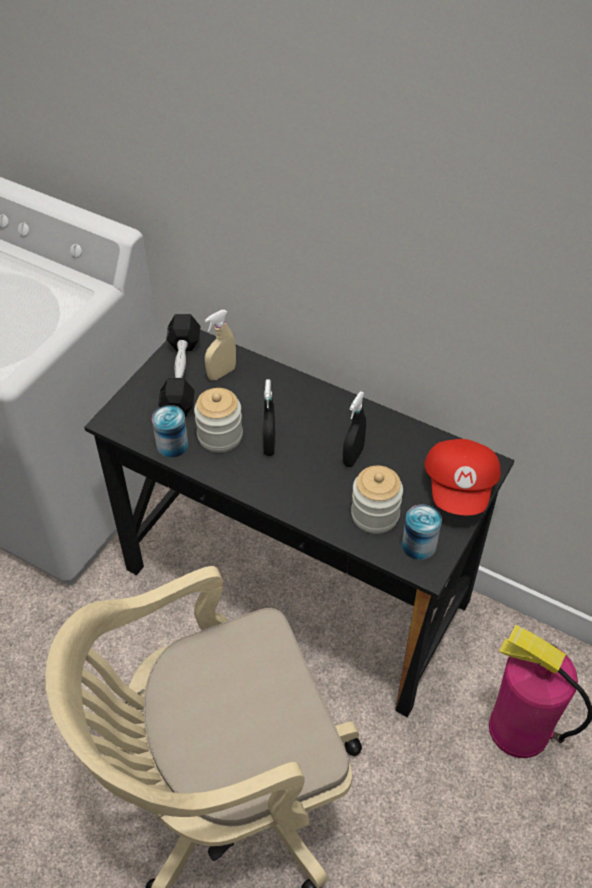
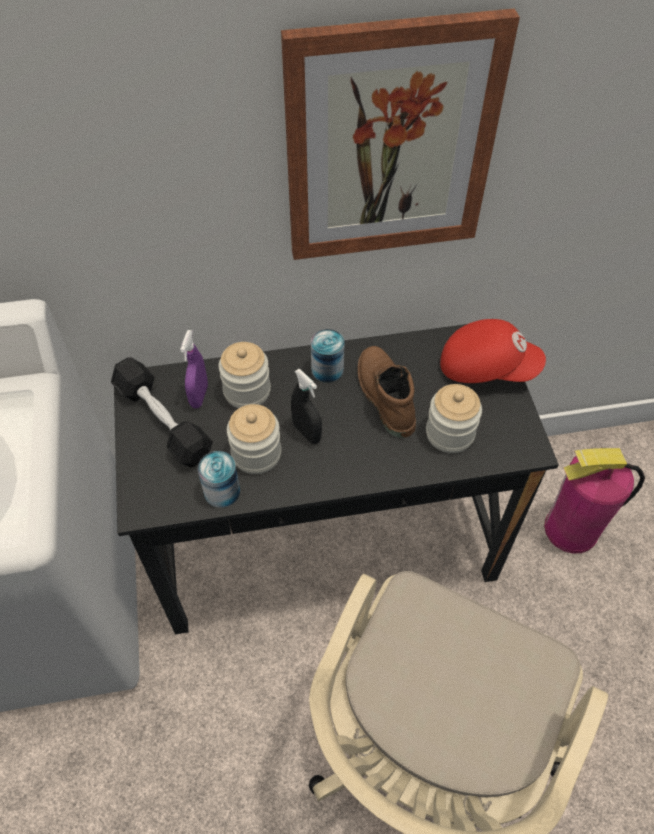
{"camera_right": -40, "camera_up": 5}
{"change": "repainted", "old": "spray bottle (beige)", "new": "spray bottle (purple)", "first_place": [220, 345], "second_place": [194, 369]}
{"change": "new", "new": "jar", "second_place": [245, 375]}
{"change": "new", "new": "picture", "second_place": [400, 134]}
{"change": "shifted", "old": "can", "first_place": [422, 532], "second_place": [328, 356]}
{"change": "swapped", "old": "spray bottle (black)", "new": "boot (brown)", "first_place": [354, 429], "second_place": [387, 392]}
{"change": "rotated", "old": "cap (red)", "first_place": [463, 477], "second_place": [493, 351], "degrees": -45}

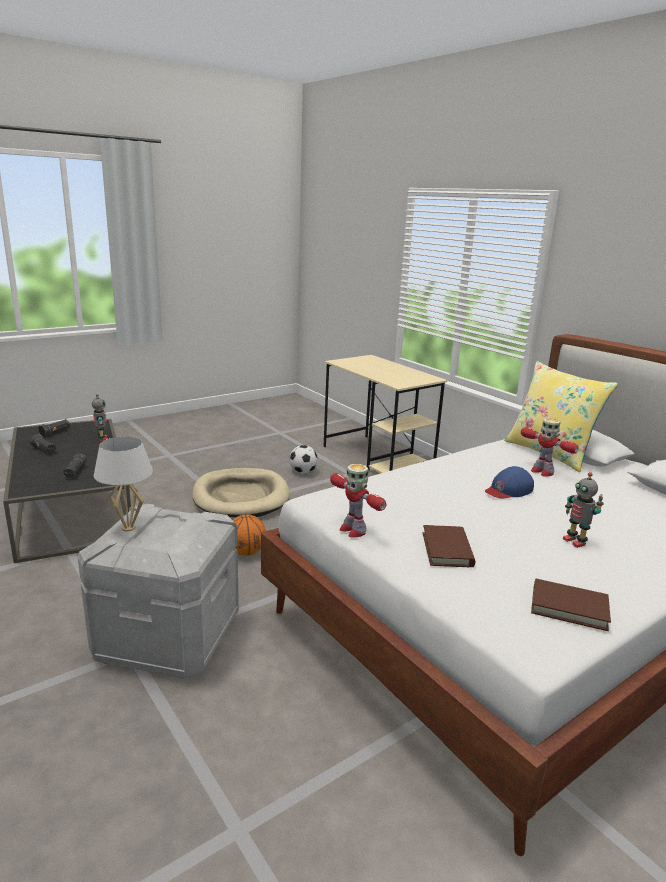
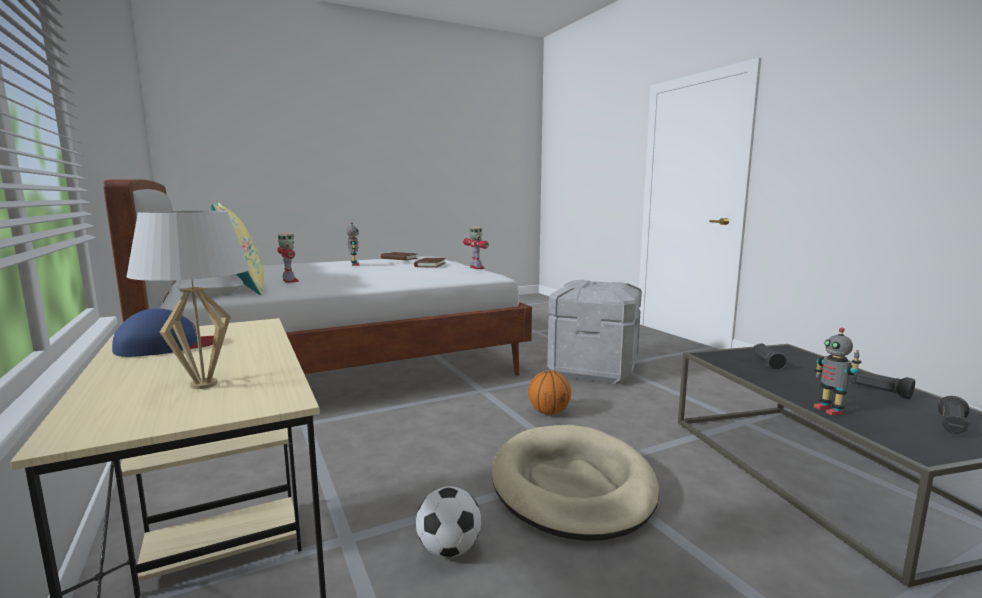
{"camera_right": -170, "camera_up": -10}
{"change": "shifted", "old": "cap (blue)", "first_place": [509, 482], "second_place": [163, 332]}
{"change": "shifted", "old": "table lamp (white)", "first_place": [123, 483], "second_place": [188, 300]}

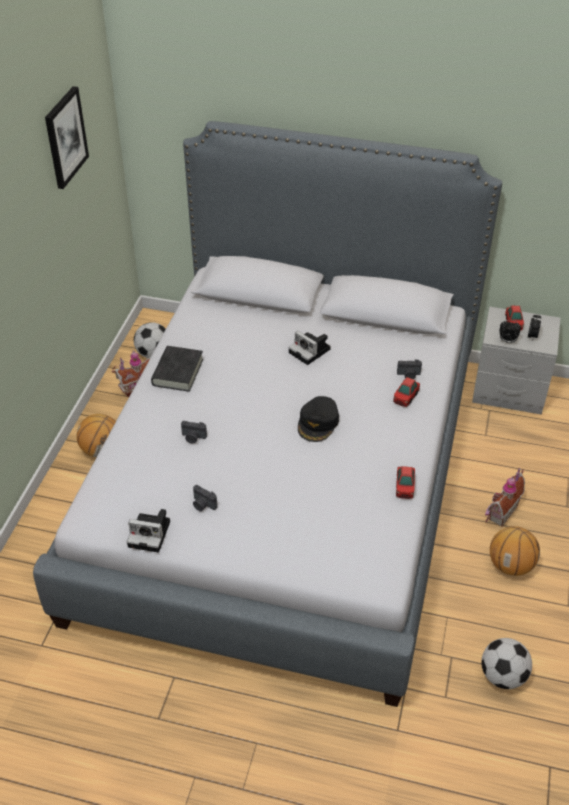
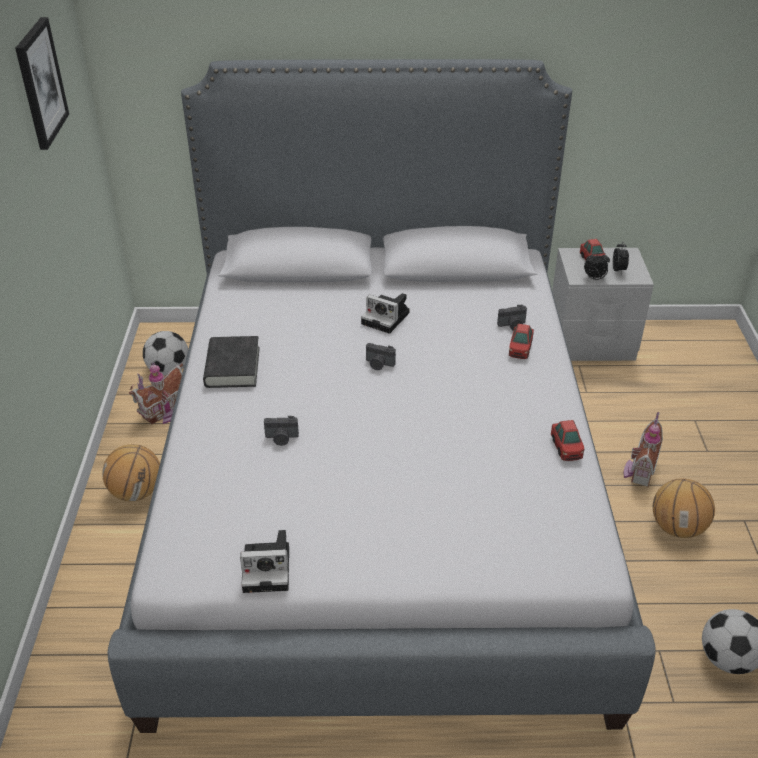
{"camera_right": -15, "camera_up": -5}
{"change": "shifted", "old": "photo camera", "first_place": [205, 498], "second_place": [381, 356]}
{"change": "gone", "old": "cap (black)", "first_place": [318, 419]}

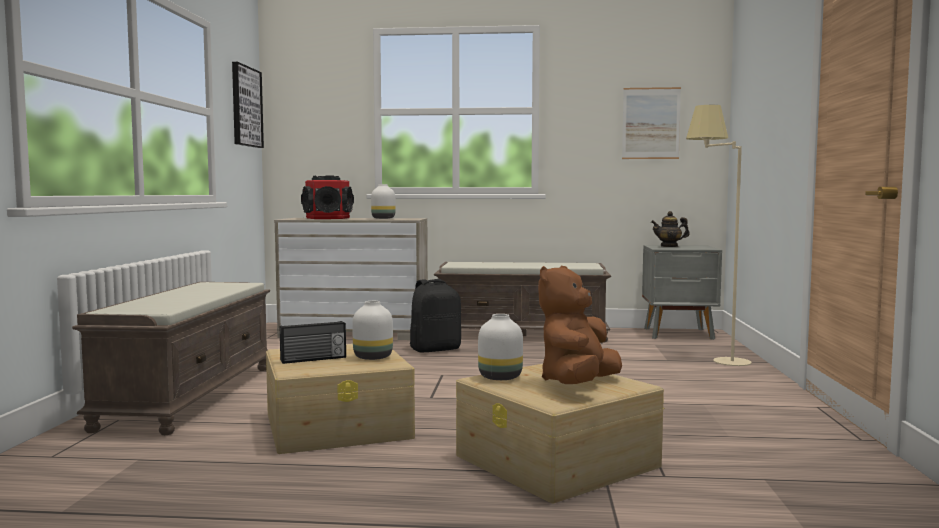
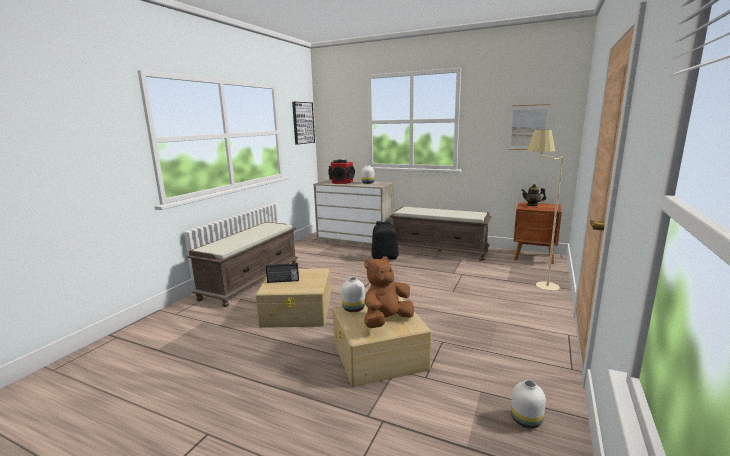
{"camera_right": 20, "camera_up": 10}
{"change": "shifted", "old": "vase (white)", "first_place": [372, 330], "second_place": [528, 404]}
{"change": "repainted", "old": "nightstand (grey)", "new": "nightstand (brown)", "first_place": [682, 292], "second_place": [538, 233]}

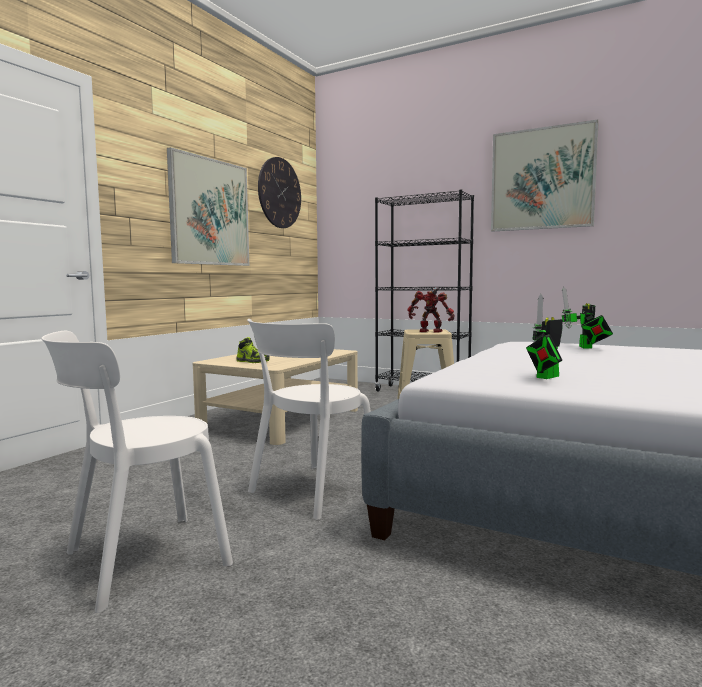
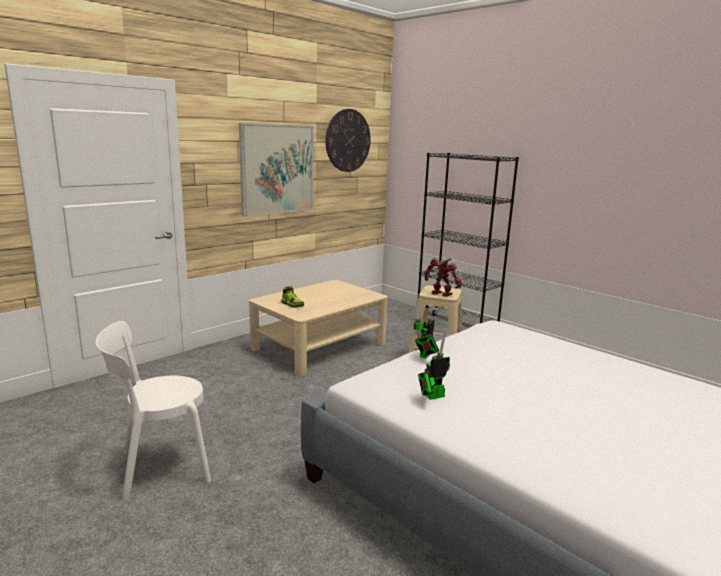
{"camera_right": 15, "camera_up": 10}
{"change": "shifted", "old": "toy robot", "first_place": [587, 317], "second_place": [426, 329]}
{"change": "gone", "old": "chair (white)", "first_place": [309, 419]}
{"change": "gone", "old": "picture", "first_place": [545, 176]}

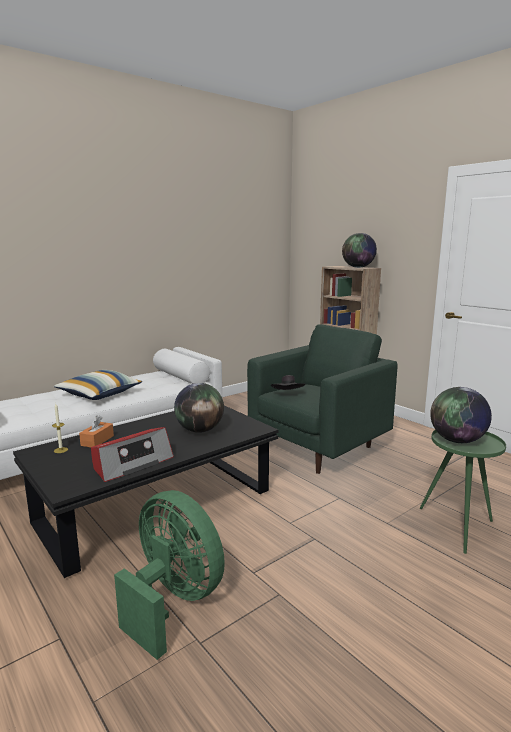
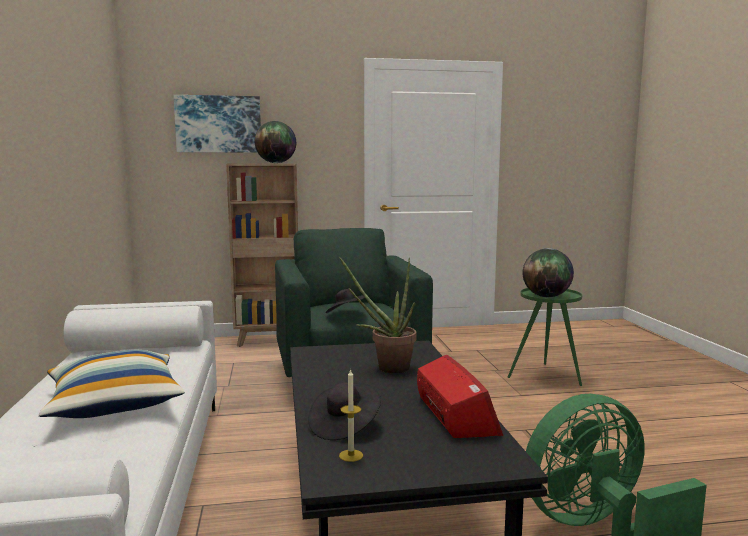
{"camera_right": -60, "camera_up": -5}
{"change": "new", "new": "picture", "second_place": [217, 124]}
{"change": "swapped", "old": "tissue box (orange)", "new": "hat (black)", "first_place": [96, 431], "second_place": [344, 411]}
{"change": "swapped", "old": "globe", "new": "potted plant", "first_place": [199, 408], "second_place": [378, 315]}

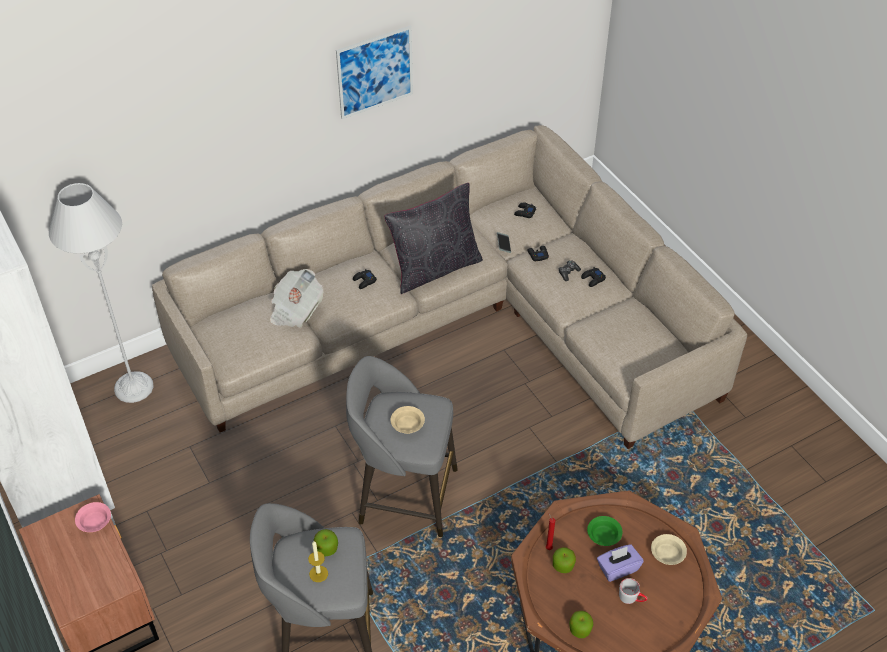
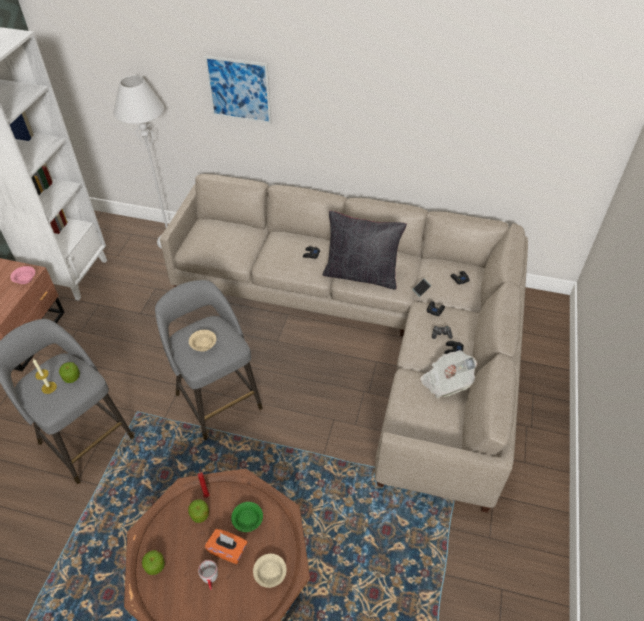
{"camera_right": 45, "camera_up": 0}
{"change": "shifted", "old": "picture", "first_place": [374, 72], "second_place": [238, 90]}
{"change": "repainted", "old": "tissue box (purple)", "new": "tissue box (orange)", "first_place": [620, 563], "second_place": [226, 546]}
{"change": "shifted", "old": "newspaper", "first_place": [297, 298], "second_place": [448, 374]}

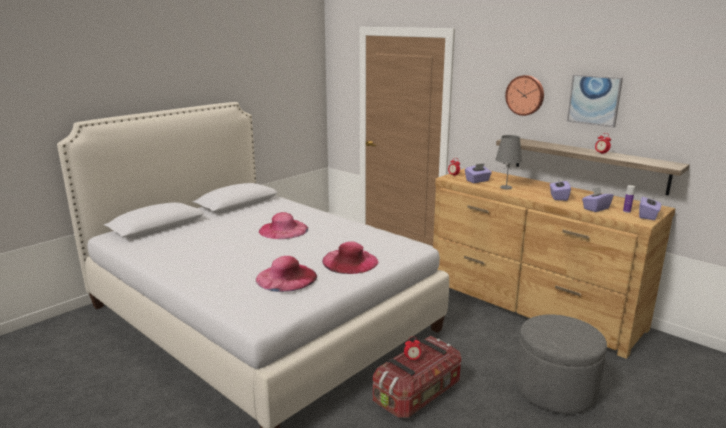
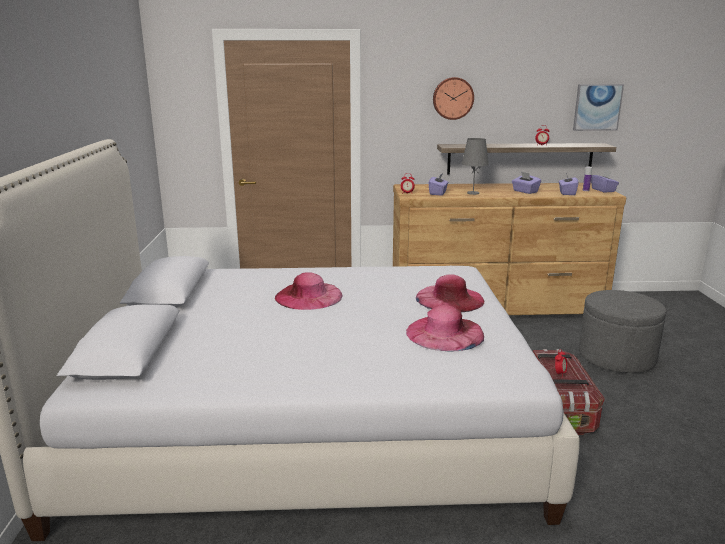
{"camera_right": -45, "camera_up": 0}
{"change": "shifted", "old": "picture", "first_place": [595, 100], "second_place": [598, 107]}

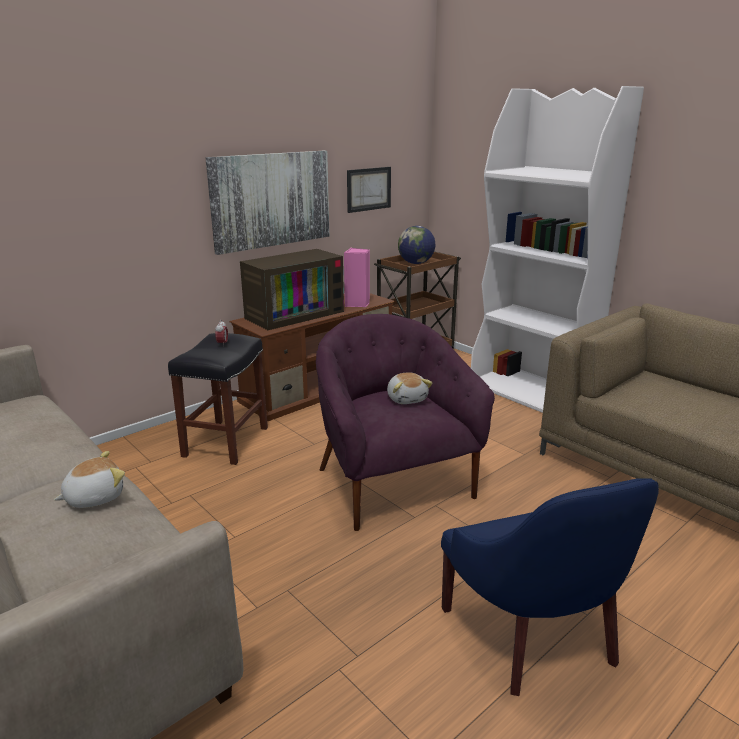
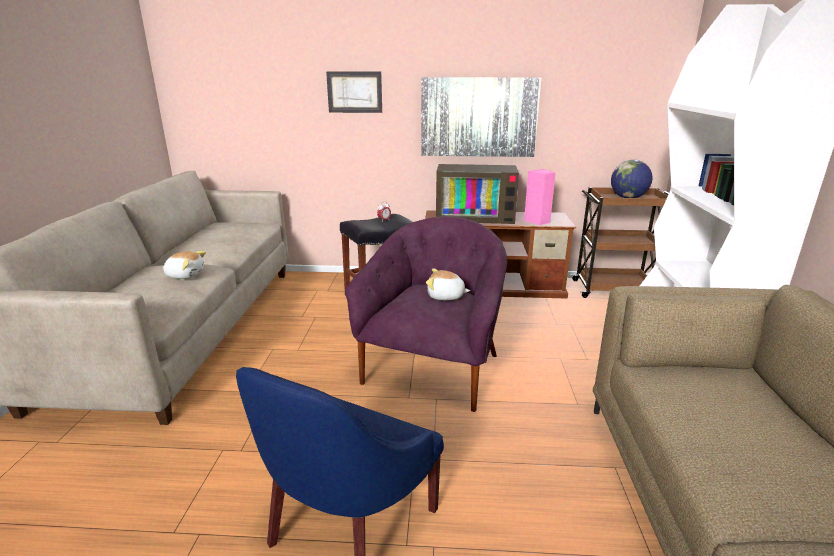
{"camera_right": 45, "camera_up": 0}
{"change": "shifted", "old": "picture", "first_place": [369, 190], "second_place": [354, 92]}
{"change": "rotated", "old": "plush toy", "first_place": [410, 388], "second_place": [448, 284], "degrees": 75}

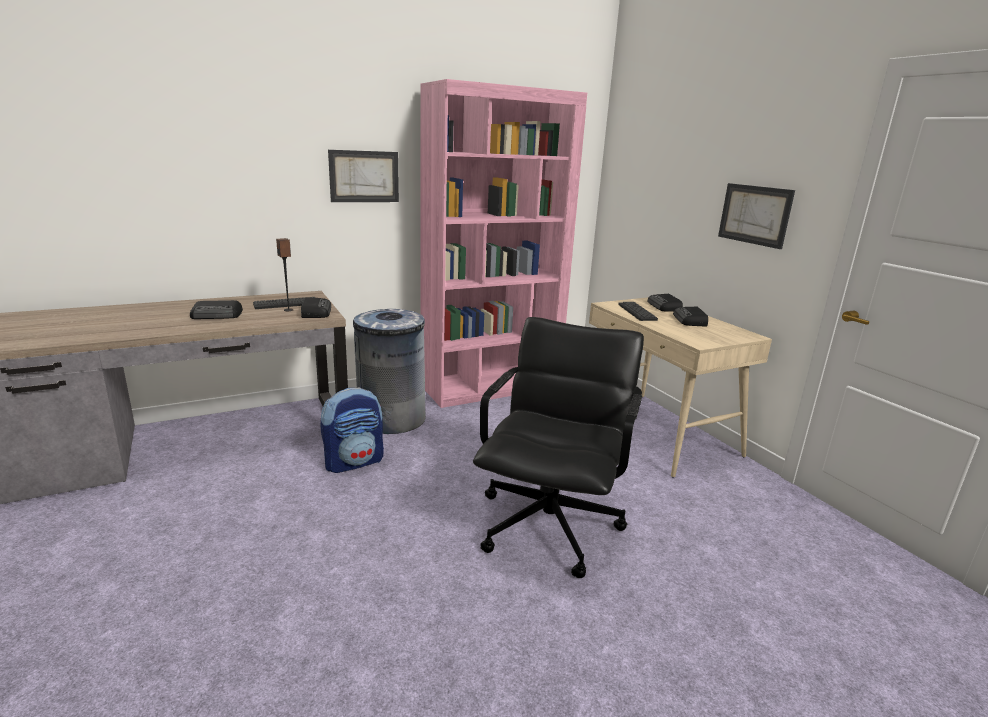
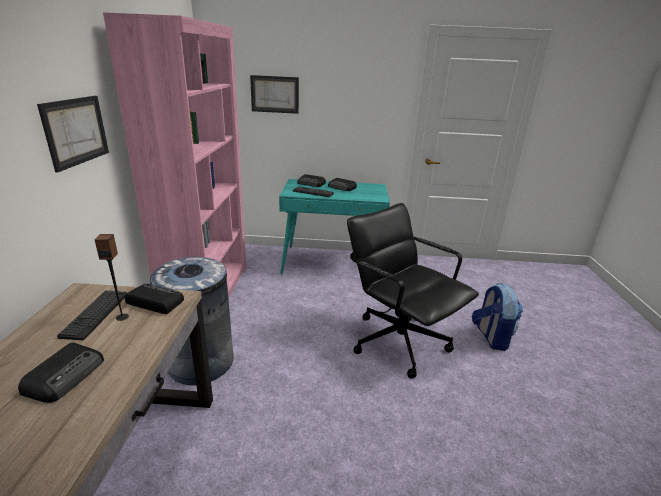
{"camera_right": -60, "camera_up": 5}
{"change": "shifted", "old": "picture", "first_place": [756, 216], "second_place": [274, 94]}
{"change": "repainted", "old": "desk (beige)", "new": "desk (turquoise)", "first_place": [680, 387], "second_place": [334, 226]}
{"change": "shifted", "old": "backpack", "first_place": [352, 430], "second_place": [497, 317]}

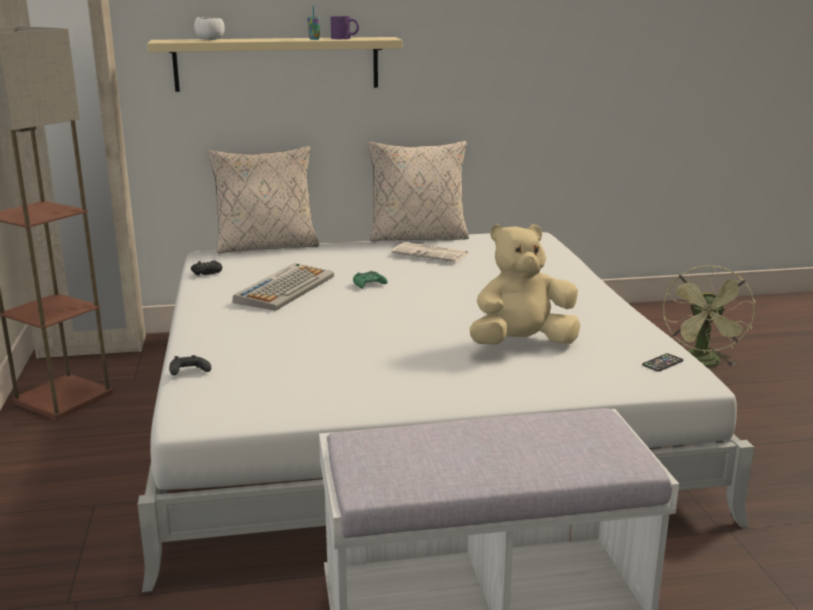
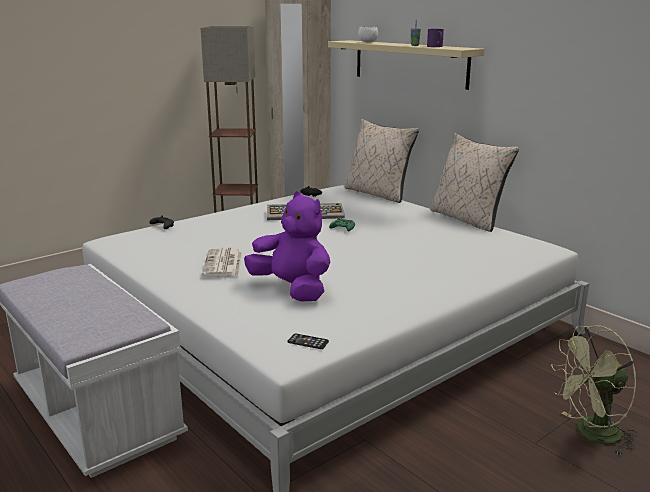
{"camera_right": 60, "camera_up": 0}
{"change": "shifted", "old": "newspaper", "first_place": [430, 252], "second_place": [222, 262]}
{"change": "repainted", "old": "plush toy (beige)", "new": "plush toy (purple)", "first_place": [525, 284], "second_place": [287, 246]}

